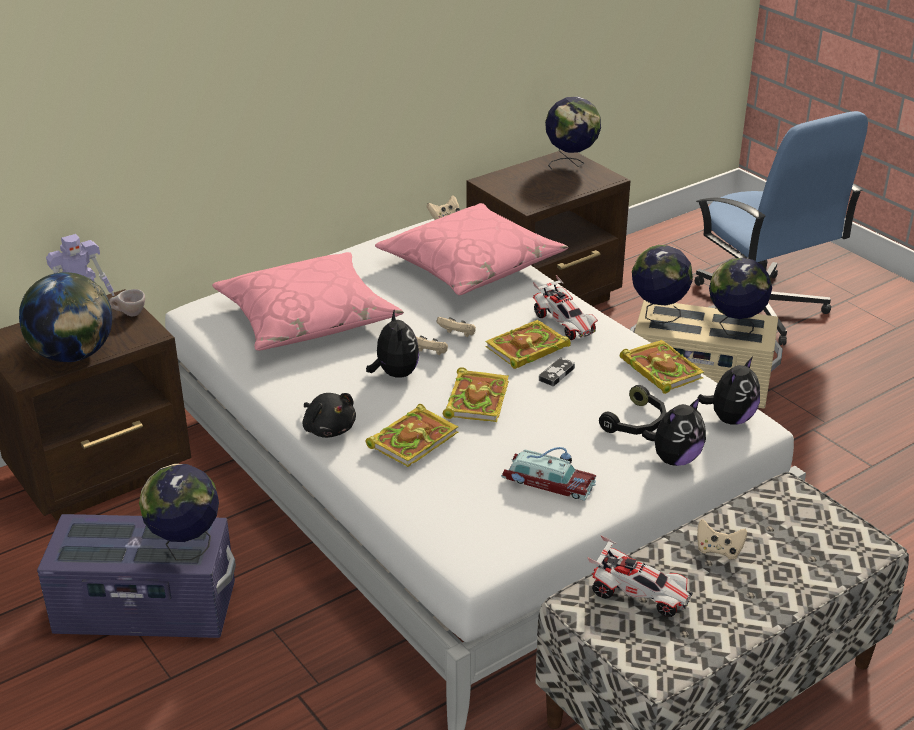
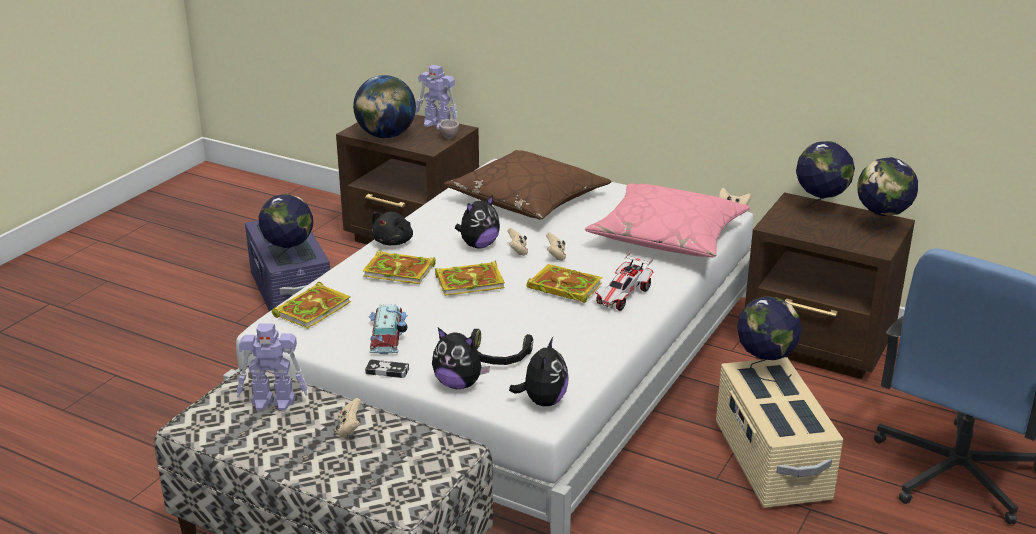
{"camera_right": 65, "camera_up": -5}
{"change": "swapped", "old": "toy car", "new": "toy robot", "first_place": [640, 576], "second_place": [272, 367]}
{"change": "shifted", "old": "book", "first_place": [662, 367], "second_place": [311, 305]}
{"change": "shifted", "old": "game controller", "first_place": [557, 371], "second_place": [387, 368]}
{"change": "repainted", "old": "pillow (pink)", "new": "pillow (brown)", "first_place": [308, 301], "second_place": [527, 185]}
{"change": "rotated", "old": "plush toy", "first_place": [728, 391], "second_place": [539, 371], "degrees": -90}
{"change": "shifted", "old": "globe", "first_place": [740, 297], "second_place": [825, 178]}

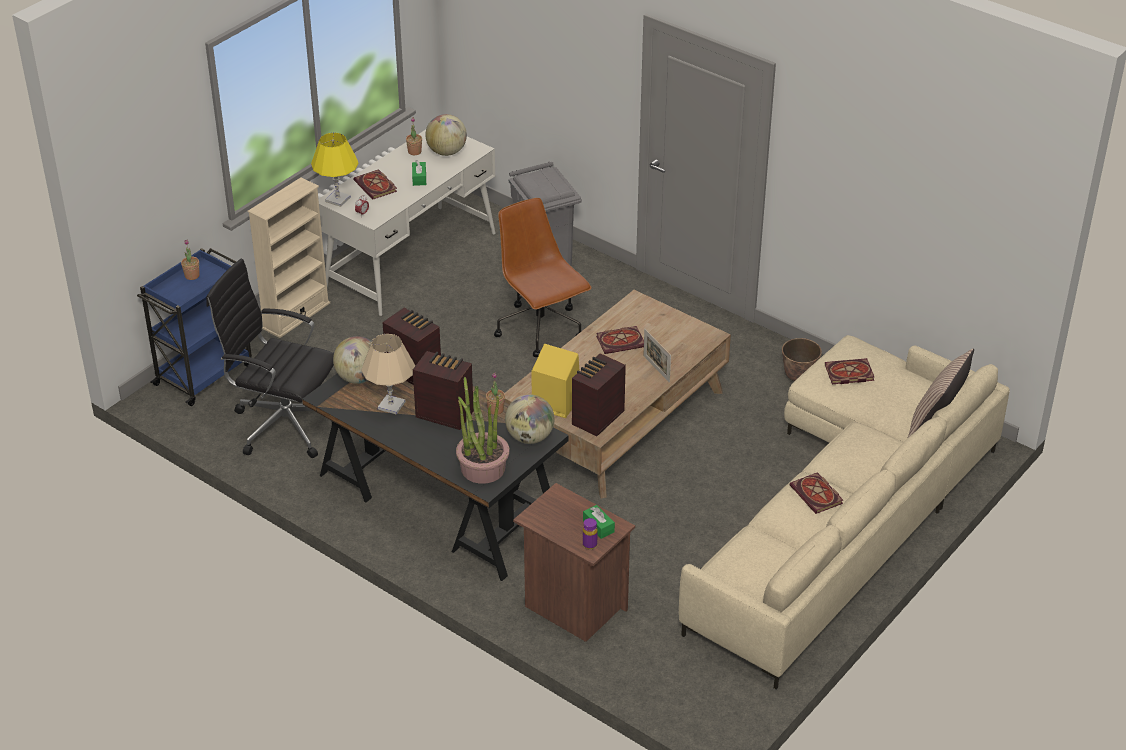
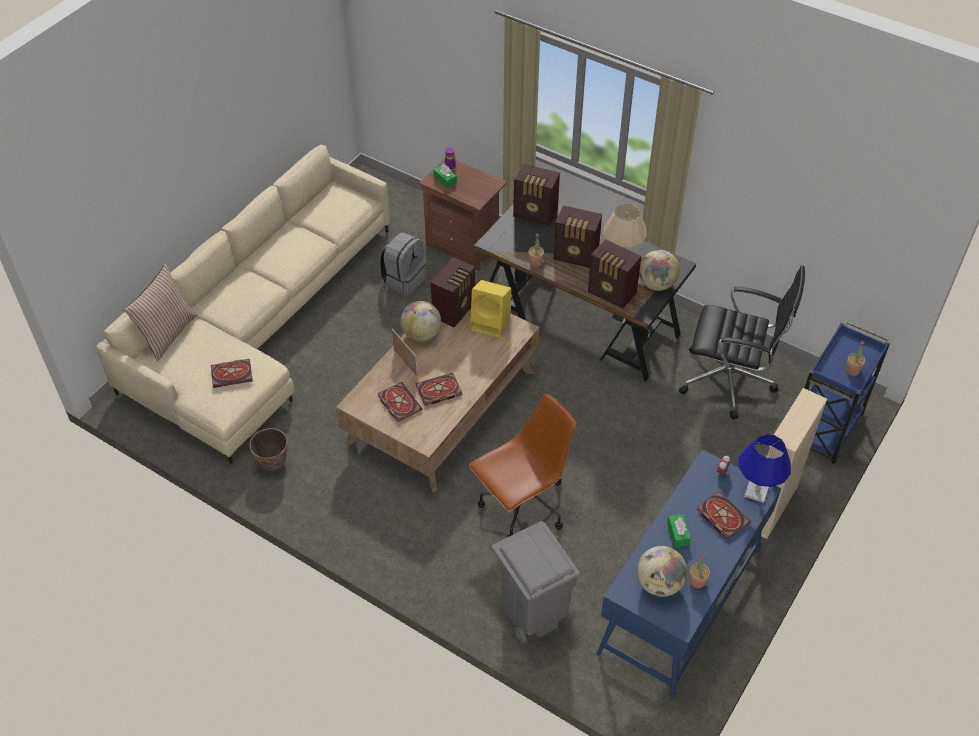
{"camera_right": 175, "camera_up": 10}
{"change": "shifted", "old": "book", "first_place": [816, 493], "second_place": [400, 402]}
{"change": "new", "new": "backpack (grey)", "second_place": [403, 264]}
{"change": "shifted", "old": "globe", "first_place": [530, 419], "second_place": [421, 321]}
{"change": "rotated", "old": "office chair (brown)", "first_place": [543, 277], "second_place": [523, 465], "degrees": -90}
{"change": "swapped", "old": "potted plant", "new": "radio", "first_place": [483, 430], "second_place": [536, 195]}
{"change": "repainted", "old": "desk (white)", "new": "desk (blue)", "first_place": [407, 223], "second_place": [689, 574]}
{"change": "repainted", "old": "table lamp (yellow)", "new": "table lamp (blue)", "first_place": [335, 169], "second_place": [765, 468]}

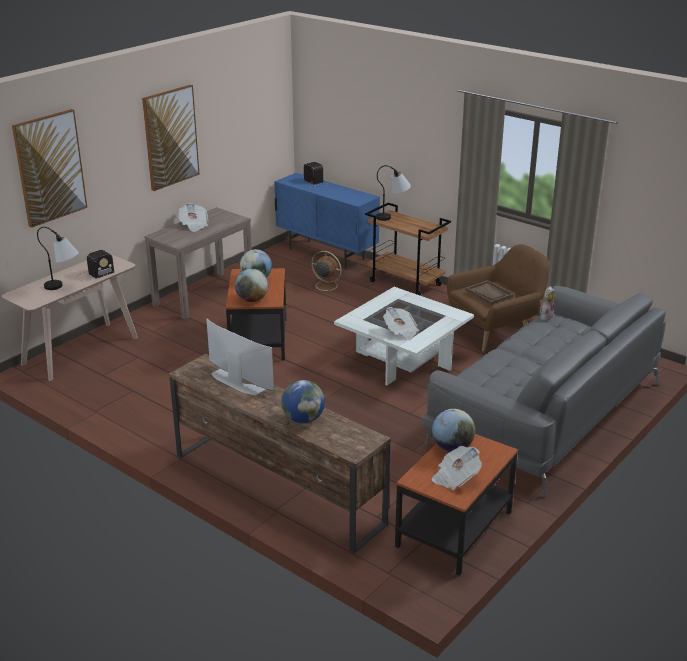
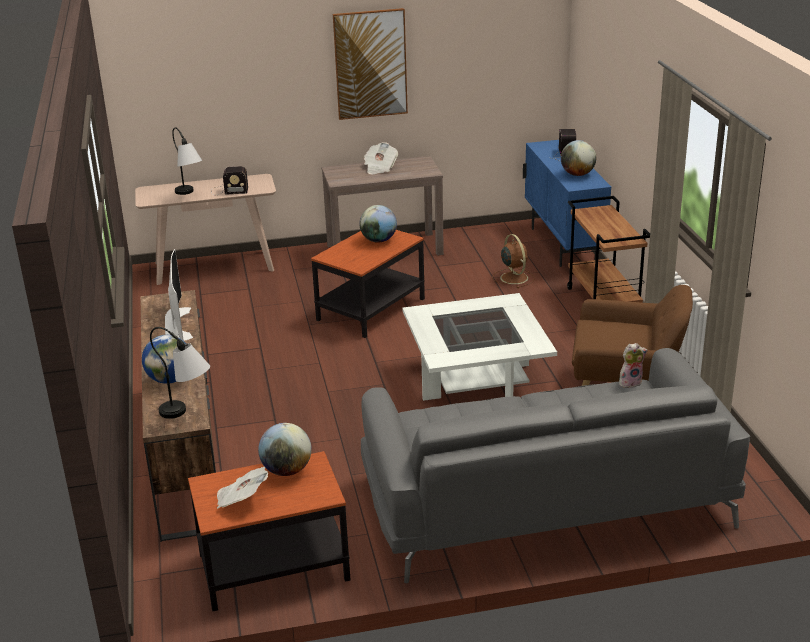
{"camera_right": 40, "camera_up": 0}
{"change": "shifted", "old": "table lamp", "first_place": [393, 193], "second_place": [180, 373]}
{"change": "shifted", "old": "globe", "first_place": [251, 285], "second_place": [579, 158]}
{"change": "gone", "old": "picture", "first_place": [49, 168]}
{"change": "gone", "old": "newspaper", "first_place": [401, 323]}
{"change": "gone", "old": "tray (brown)", "first_place": [489, 292]}

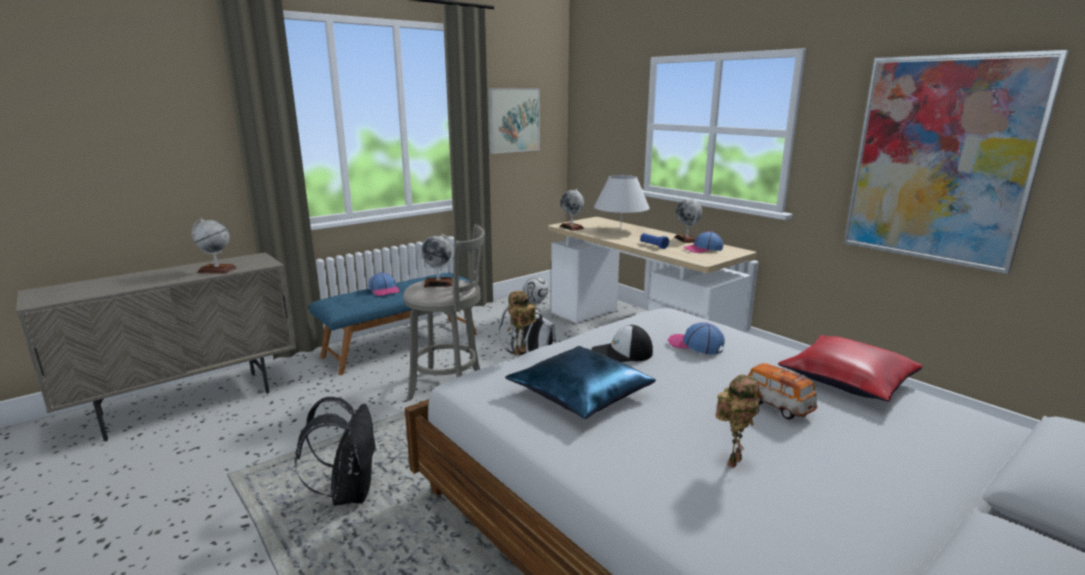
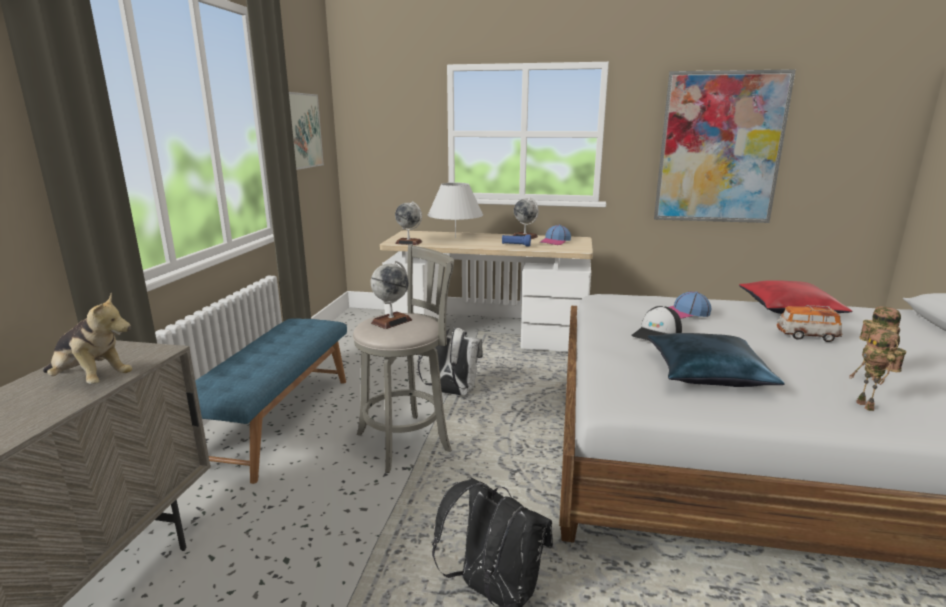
{"camera_right": -40, "camera_up": 0}
{"change": "swapped", "old": "globe", "new": "plush toy", "first_place": [214, 246], "second_place": [87, 338]}
{"change": "shifted", "old": "toy robot", "first_place": [521, 323], "second_place": [877, 370]}
{"change": "gone", "old": "cap", "first_place": [383, 284]}
{"change": "gone", "old": "football", "first_place": [536, 289]}

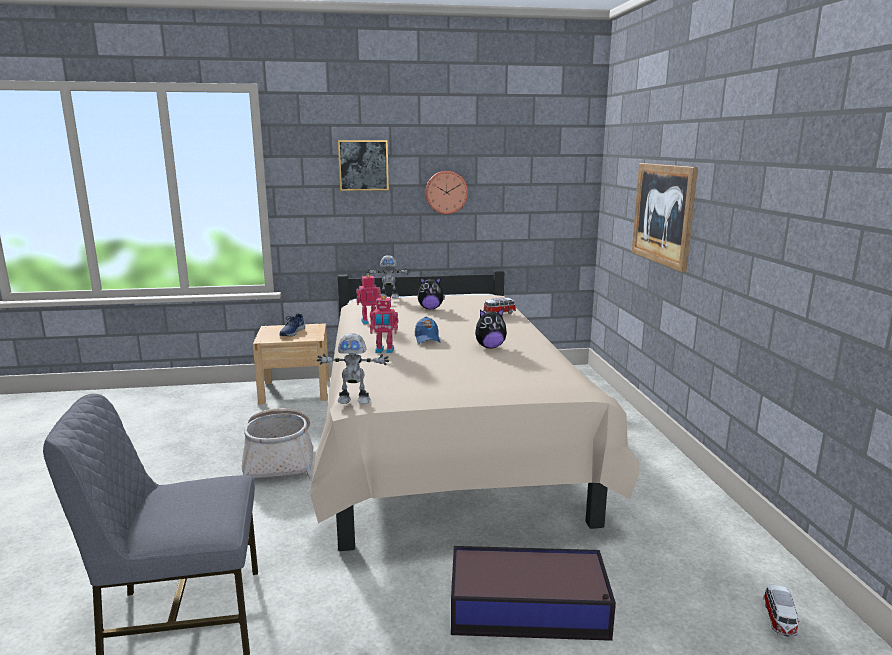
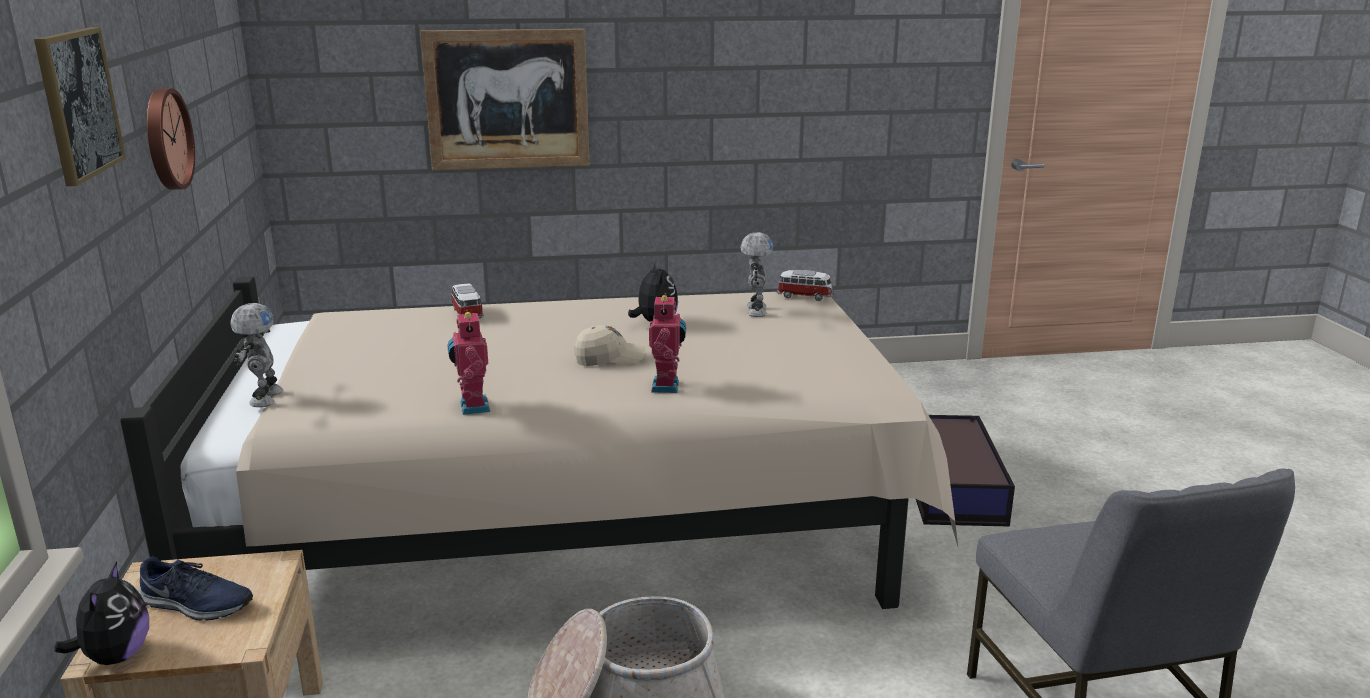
{"camera_right": -90, "camera_up": 5}
{"change": "shifted", "old": "plush toy", "first_place": [431, 293], "second_place": [101, 613]}
{"change": "repainted", "old": "cap (blue)", "new": "cap (beige)", "first_place": [428, 330], "second_place": [610, 345]}
{"change": "shifted", "old": "toy robot", "first_place": [353, 369], "second_place": [757, 274]}
{"change": "shifted", "old": "toy car", "first_place": [781, 610], "second_place": [805, 285]}

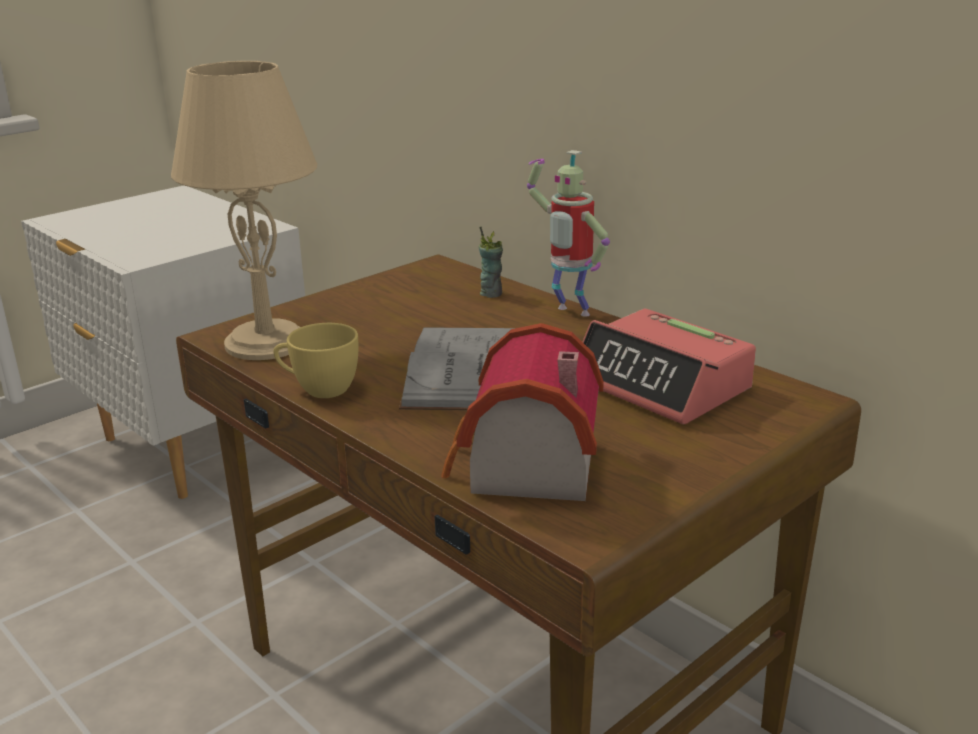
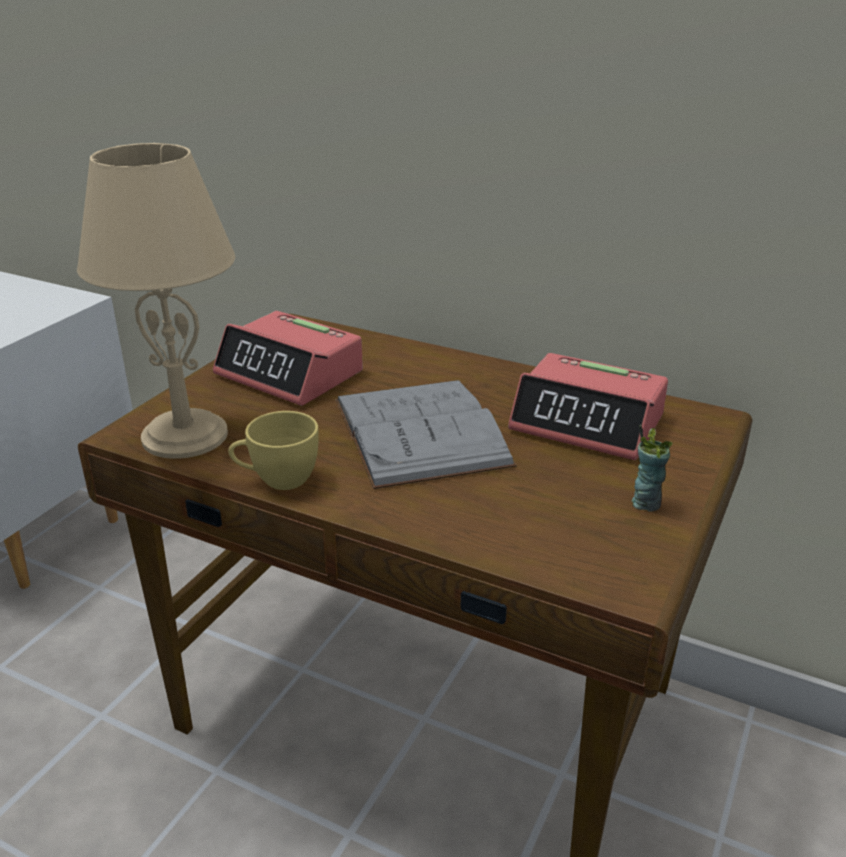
{"camera_right": -20, "camera_up": 5}
{"change": "new", "new": "alarm clock", "second_place": [288, 358]}
{"change": "shifted", "old": "cup", "first_place": [491, 262], "second_place": [652, 468]}
{"change": "gone", "old": "toy house", "first_place": [522, 412]}
{"change": "gone", "old": "toy robot", "first_place": [568, 233]}

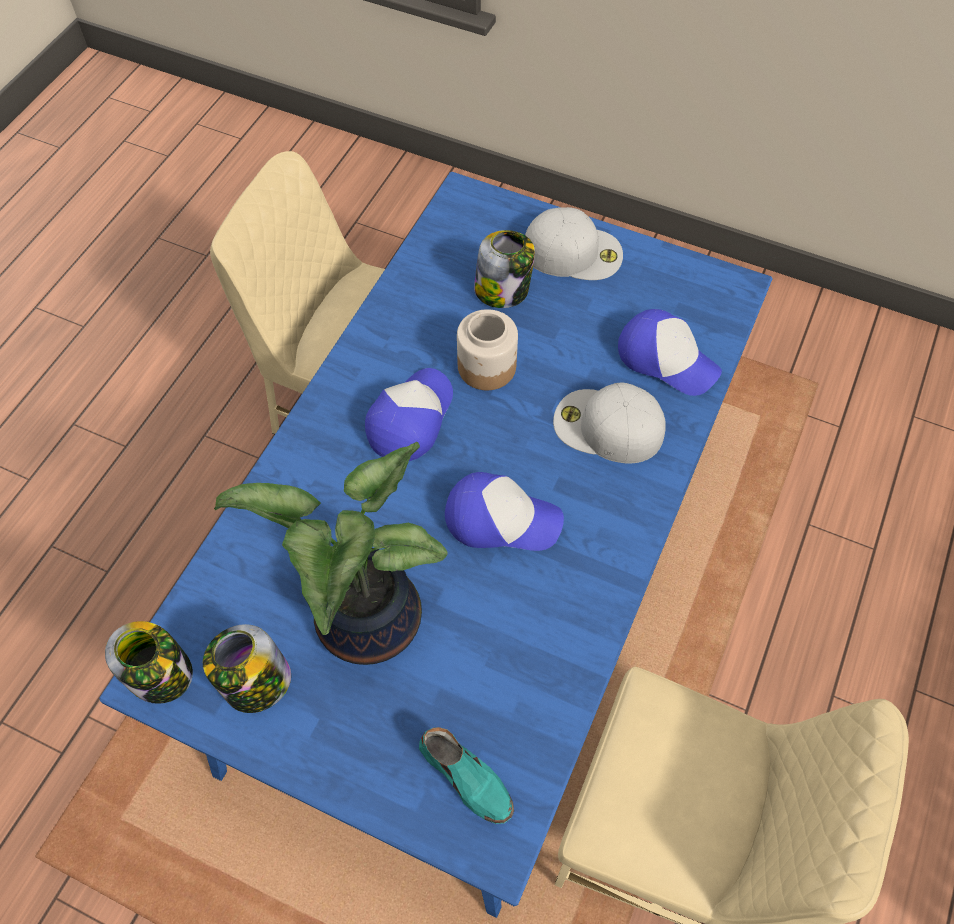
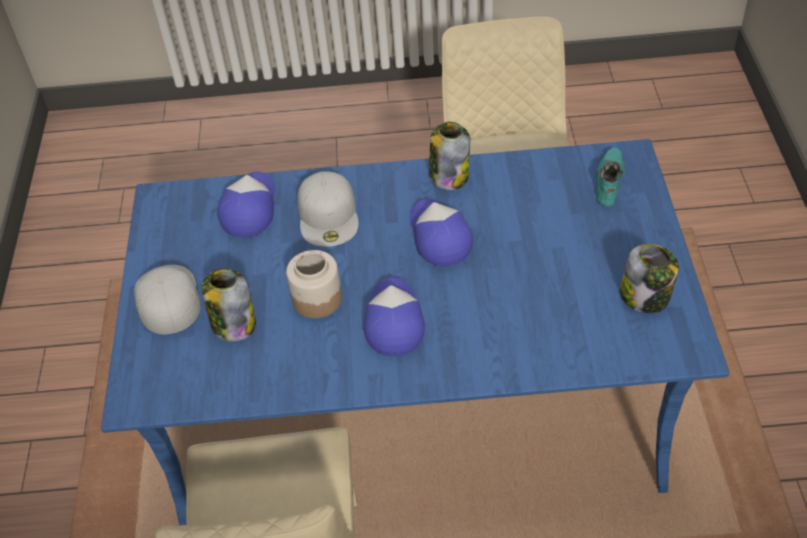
{"camera_right": -115, "camera_up": -10}
{"change": "rotated", "old": "cap", "first_place": [409, 414], "second_place": [394, 316], "degrees": 90}
{"change": "shifted", "old": "jar", "first_place": [149, 662], "second_place": [449, 156]}
{"change": "gone", "old": "potted plant", "first_place": [331, 553]}

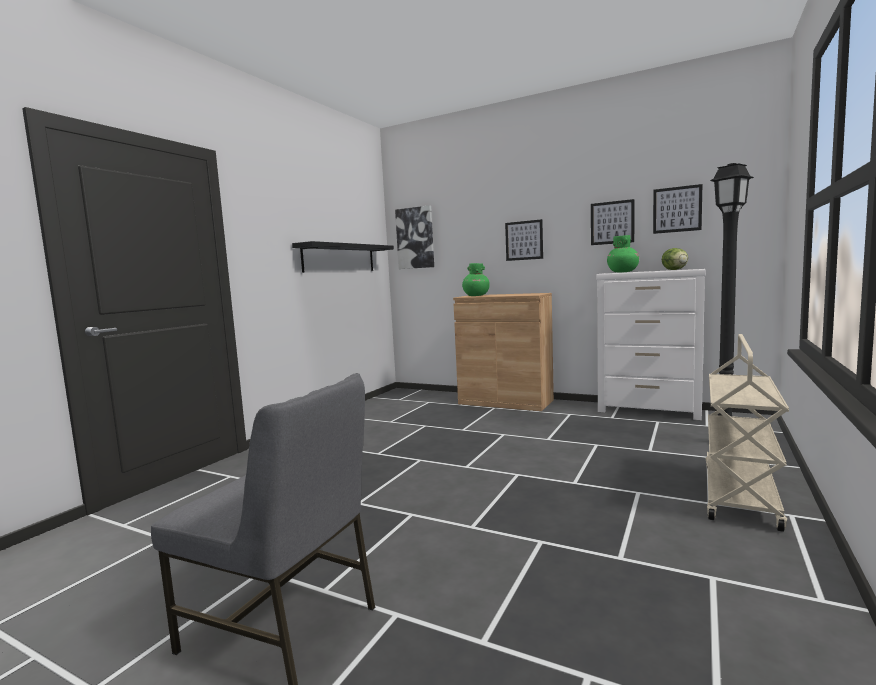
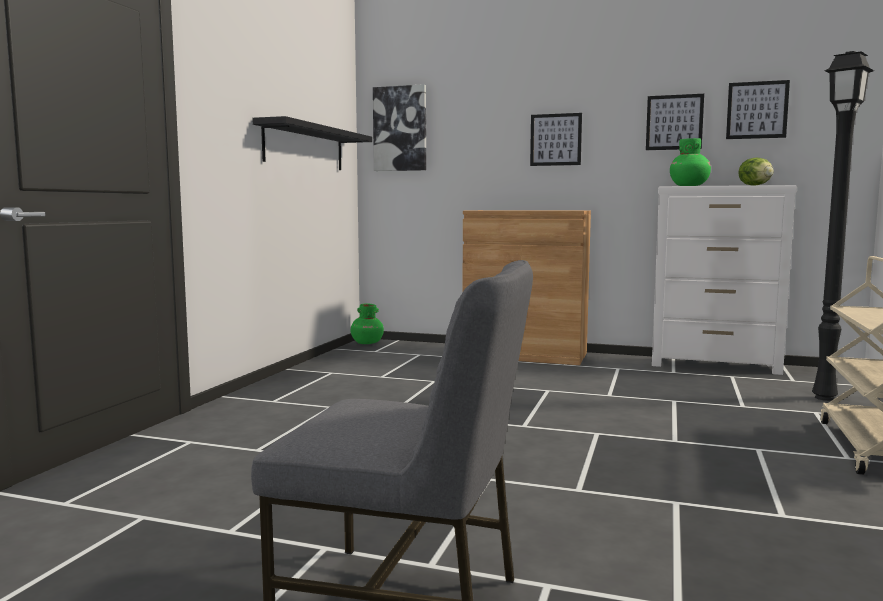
{"camera_right": -10, "camera_up": 0}
{"change": "shifted", "old": "vase (green)", "first_place": [476, 279], "second_place": [367, 323]}

